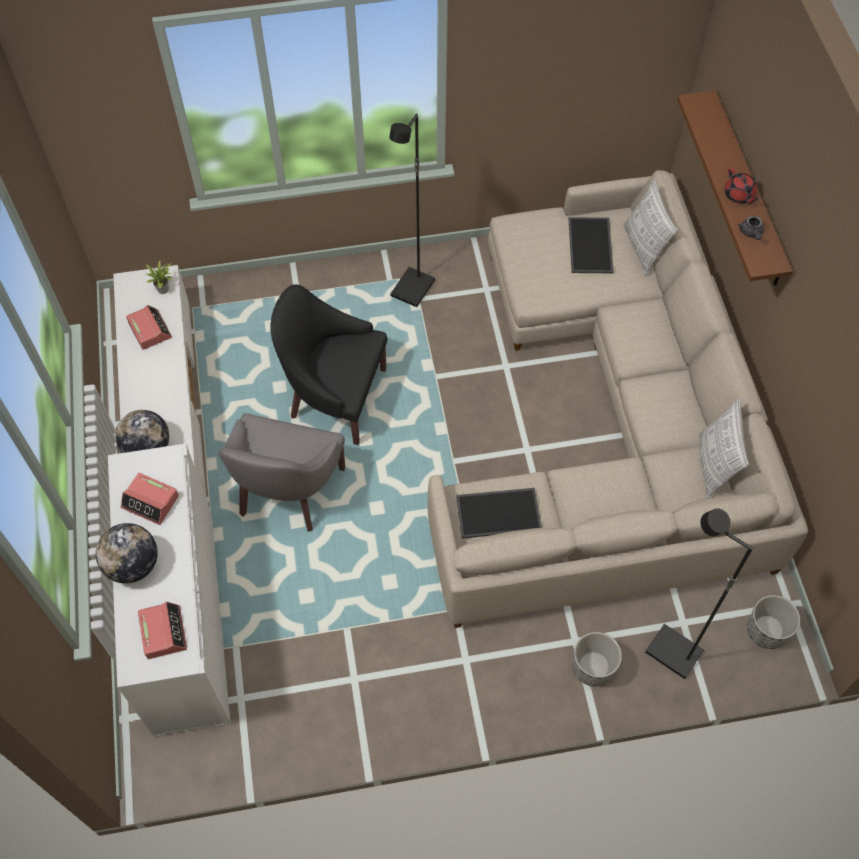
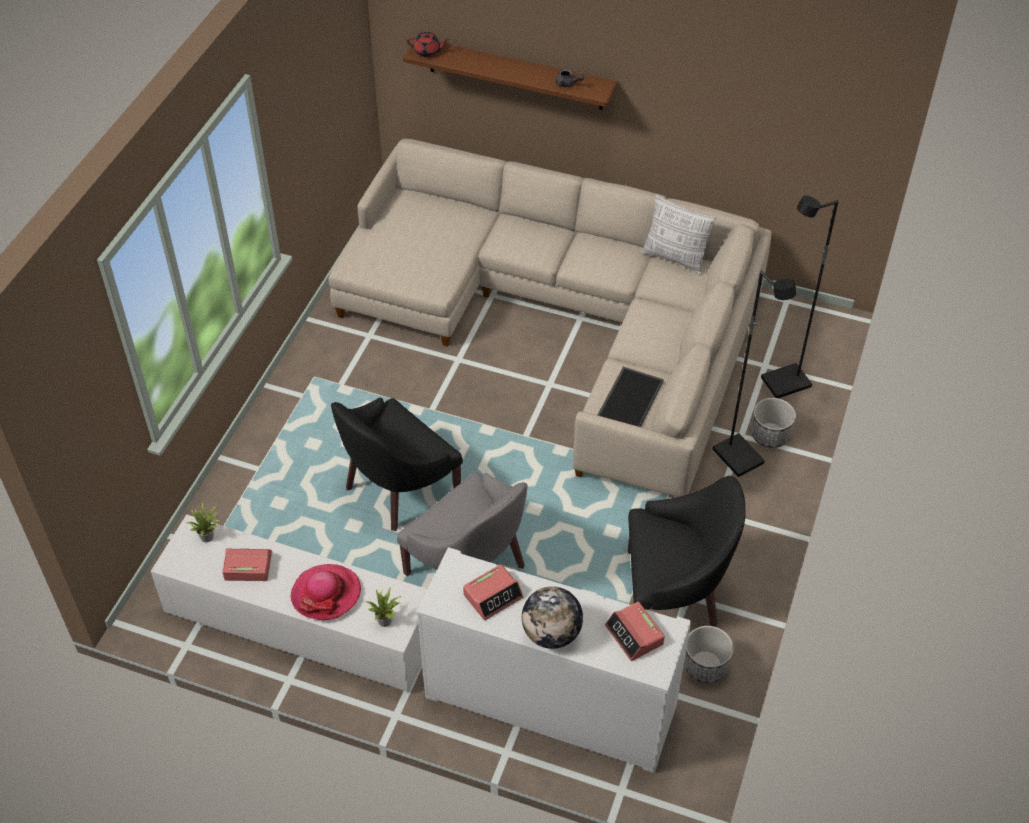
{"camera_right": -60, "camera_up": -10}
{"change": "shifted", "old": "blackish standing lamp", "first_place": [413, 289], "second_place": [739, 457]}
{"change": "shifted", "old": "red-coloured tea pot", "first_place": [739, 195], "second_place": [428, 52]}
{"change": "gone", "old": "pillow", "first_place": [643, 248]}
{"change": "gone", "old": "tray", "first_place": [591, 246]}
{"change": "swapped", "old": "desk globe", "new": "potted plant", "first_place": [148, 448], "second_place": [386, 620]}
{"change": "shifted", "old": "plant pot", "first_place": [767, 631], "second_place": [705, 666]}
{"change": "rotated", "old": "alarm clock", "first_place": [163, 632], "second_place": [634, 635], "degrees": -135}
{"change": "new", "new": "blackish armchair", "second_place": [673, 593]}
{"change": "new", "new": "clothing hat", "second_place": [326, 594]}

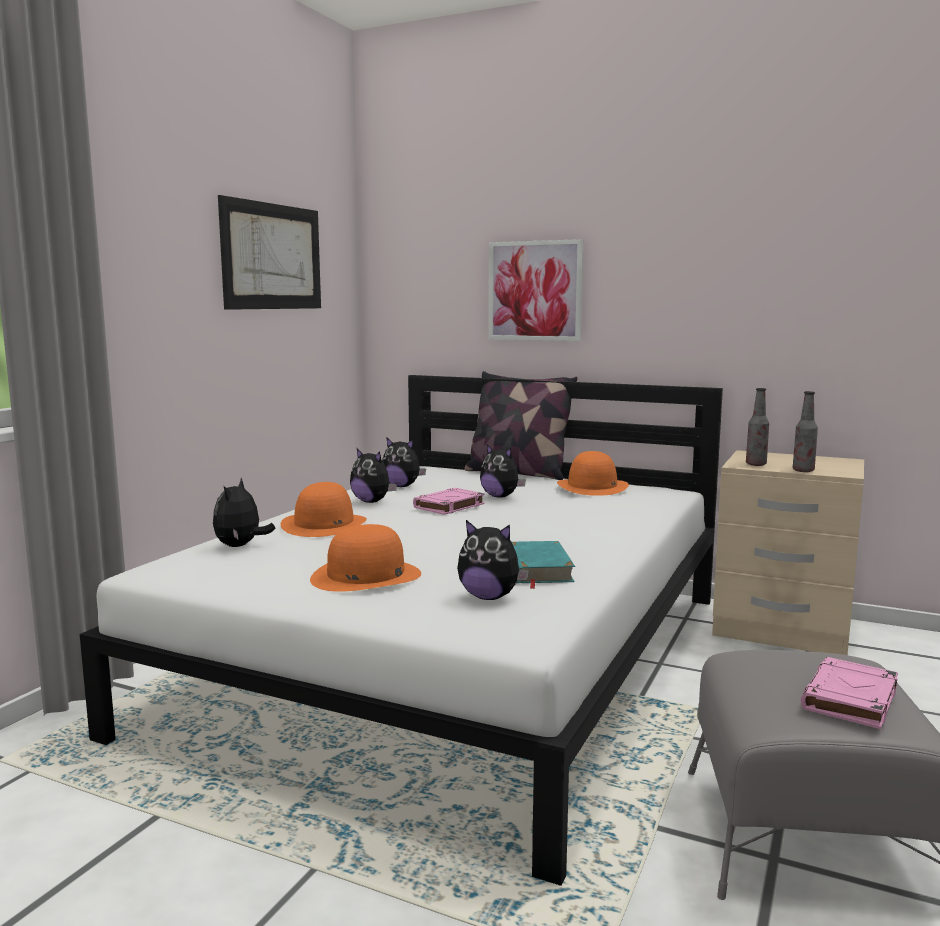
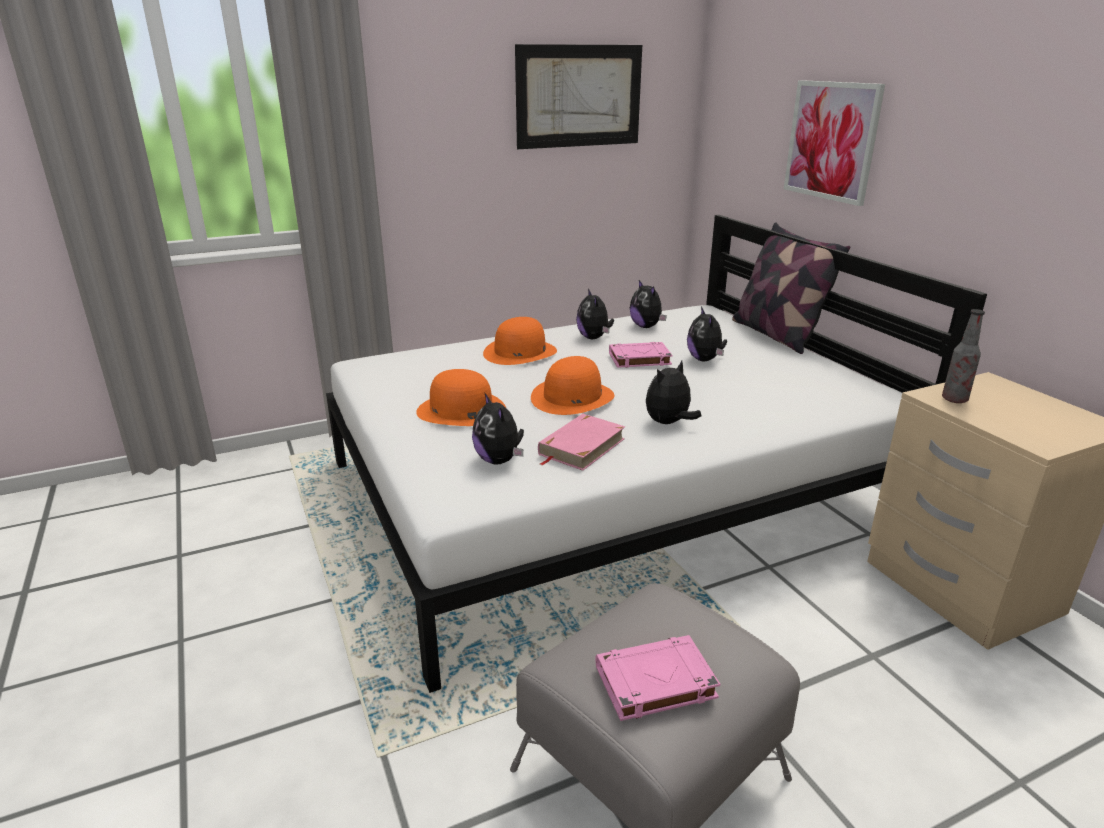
{"camera_right": 40, "camera_up": 15}
{"change": "gone", "old": "drink bottle", "first_place": [803, 470]}
{"change": "shifted", "old": "orange clothing hat", "first_place": [592, 487], "second_place": [572, 397]}
{"change": "shifted", "old": "cuddly toy", "first_place": [240, 546], "second_place": [669, 423]}
{"change": "repainted", "old": "turquoise volume", "new": "pink volume", "first_place": [536, 569], "second_place": [581, 447]}

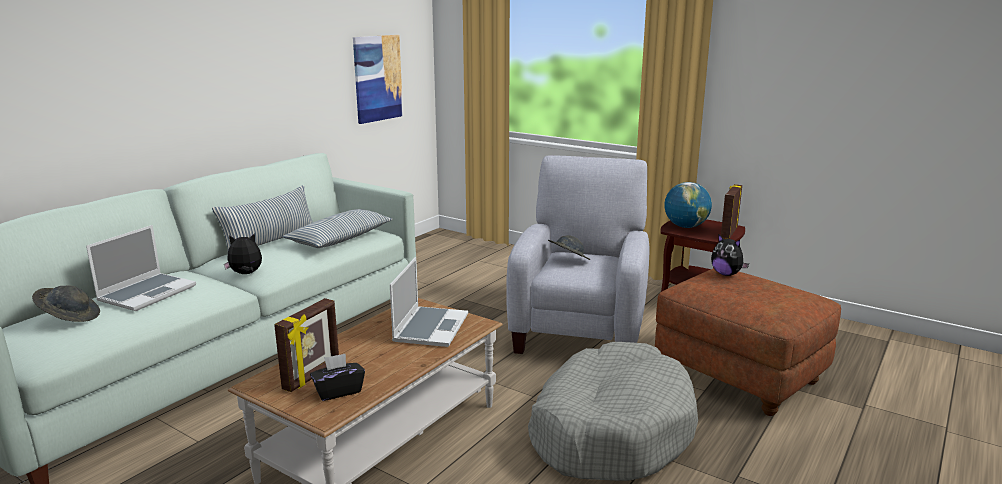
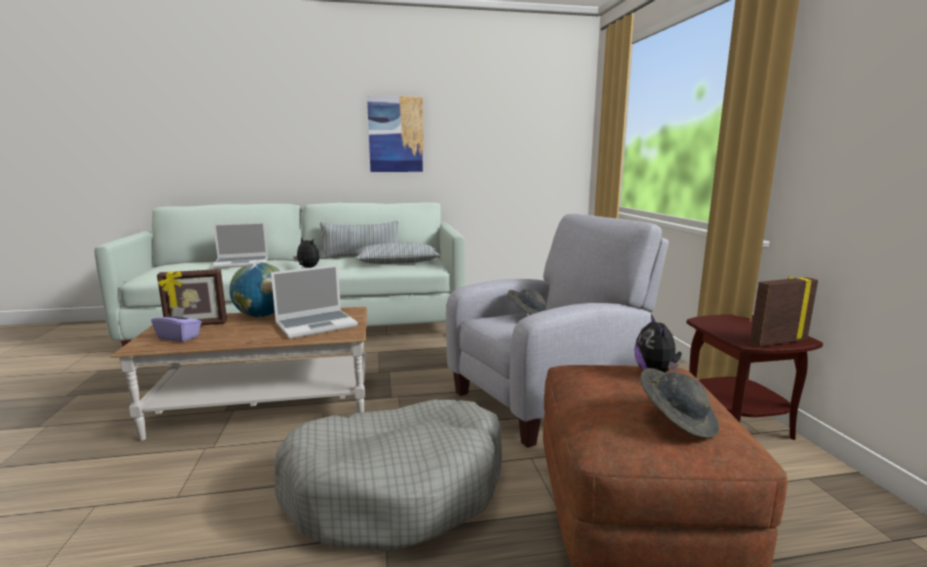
{"camera_right": 45, "camera_up": -5}
{"change": "shifted", "old": "wall art", "first_place": [377, 78], "second_place": [396, 134]}
{"change": "shifted", "old": "desk globe", "first_place": [685, 227], "second_place": [262, 316]}
{"change": "shifted", "old": "gray clothing hat", "first_place": [70, 317], "second_place": [677, 420]}
{"change": "repainted", "old": "blackish box of tissues", "new": "purplish box of tissues", "first_place": [338, 391], "second_place": [179, 337]}

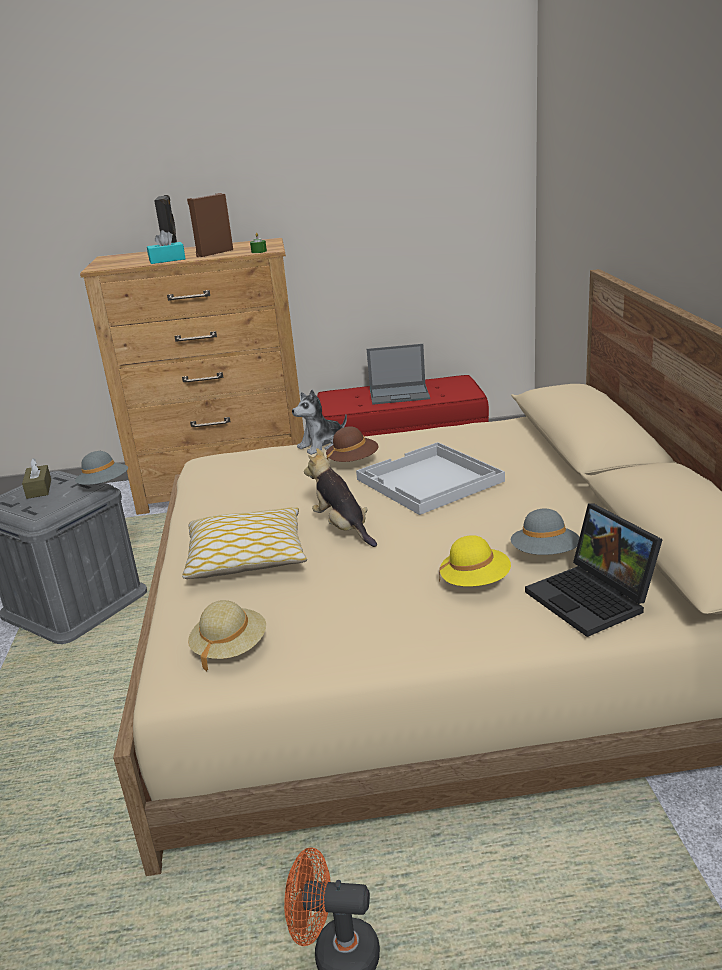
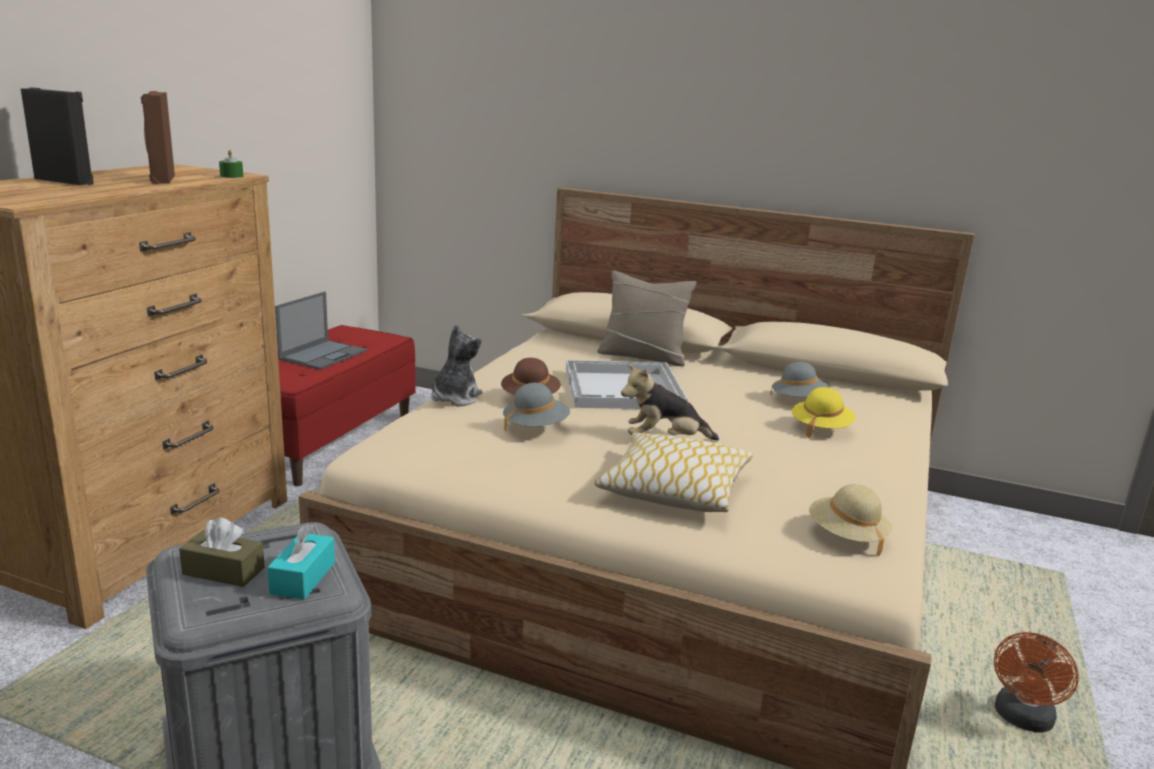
{"camera_right": -65, "camera_up": -5}
{"change": "shifted", "old": "turquoise box of tissues", "first_place": [167, 260], "second_place": [303, 578]}
{"change": "rotated", "old": "cuddly toy", "first_place": [322, 445], "second_place": [454, 398], "degrees": -150}
{"change": "shifted", "old": "gray clothing hat", "first_place": [104, 485], "second_place": [535, 427]}
{"change": "gone", "old": "portable computer", "first_place": [593, 599]}
{"change": "new", "new": "beige pillow", "second_place": [643, 356]}

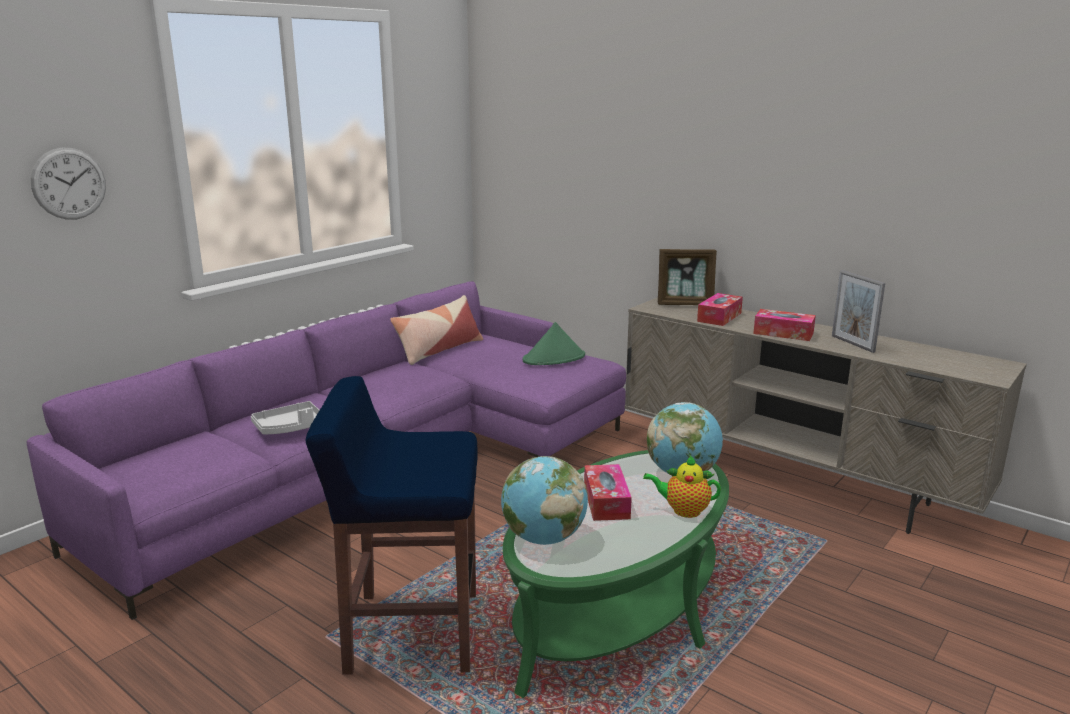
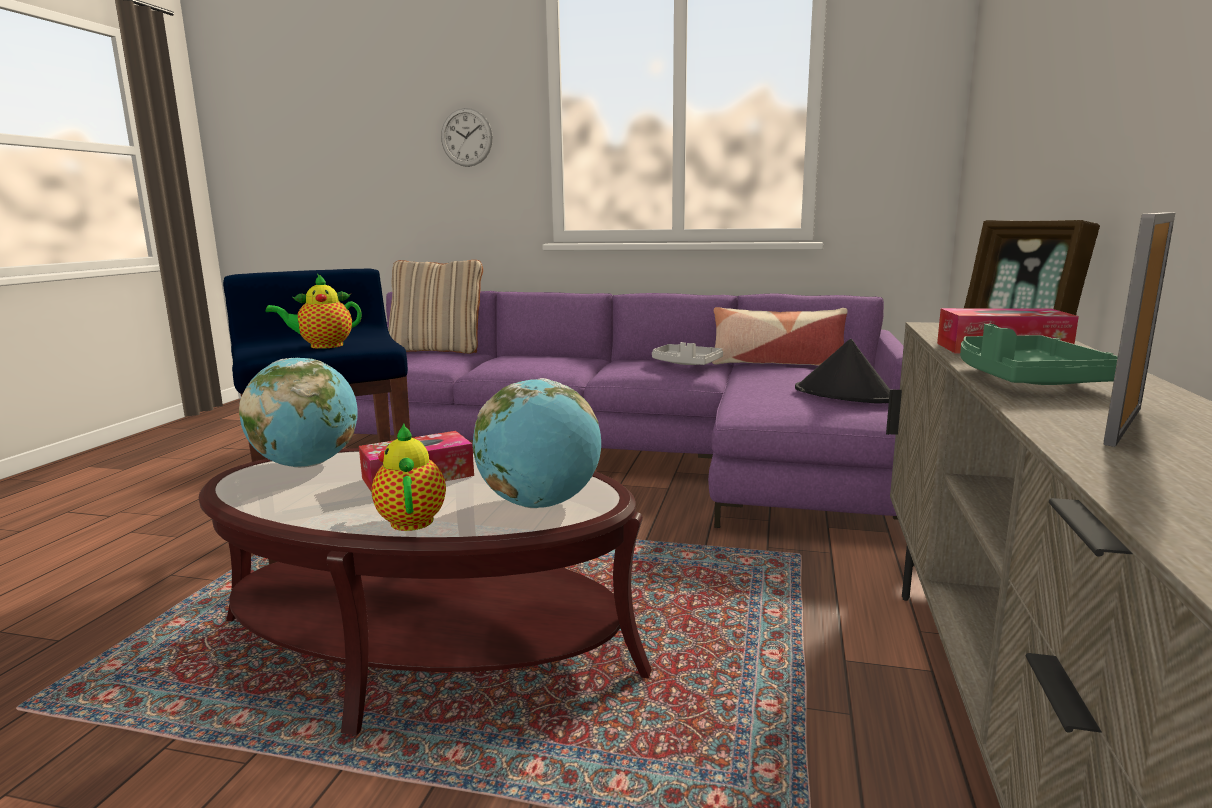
{"camera_right": 65, "camera_up": -5}
{"change": "swapped", "old": "box of tissues", "new": "green-coloured tray", "first_place": [783, 333], "second_place": [1025, 380]}
{"change": "repainted", "old": "green-coloured clothing hat", "new": "blackish clothing hat", "first_place": [554, 358], "second_place": [845, 395]}
{"change": "shifted", "old": "gray tray", "first_place": [290, 428], "second_place": [686, 364]}
{"change": "repainted", "old": "green-coloured low table", "new": "brown low table", "first_place": [618, 608], "second_place": [425, 645]}
{"change": "new", "new": "beige pillow", "second_place": [438, 350]}
{"change": "new", "new": "tea pot", "second_place": [322, 346]}

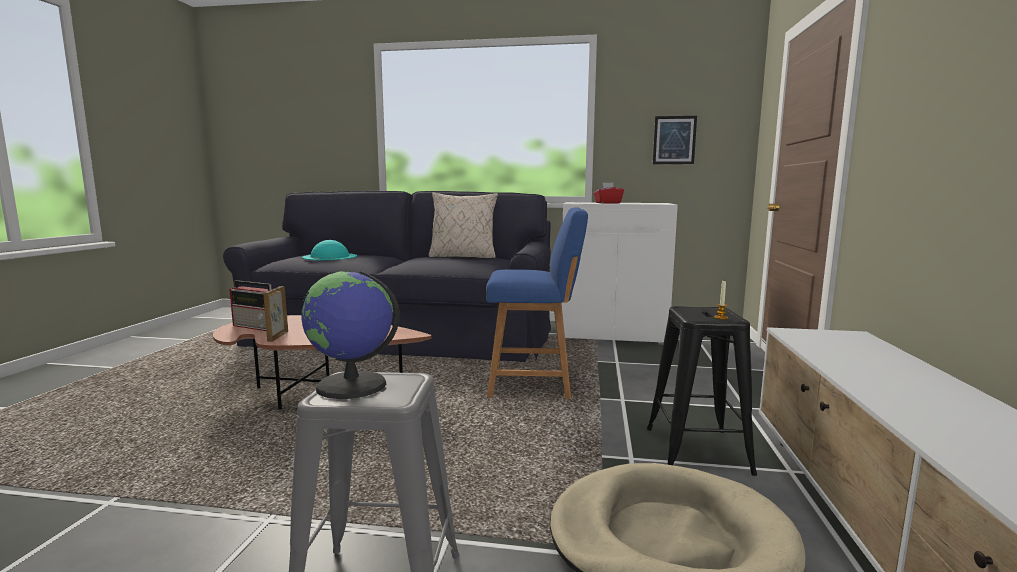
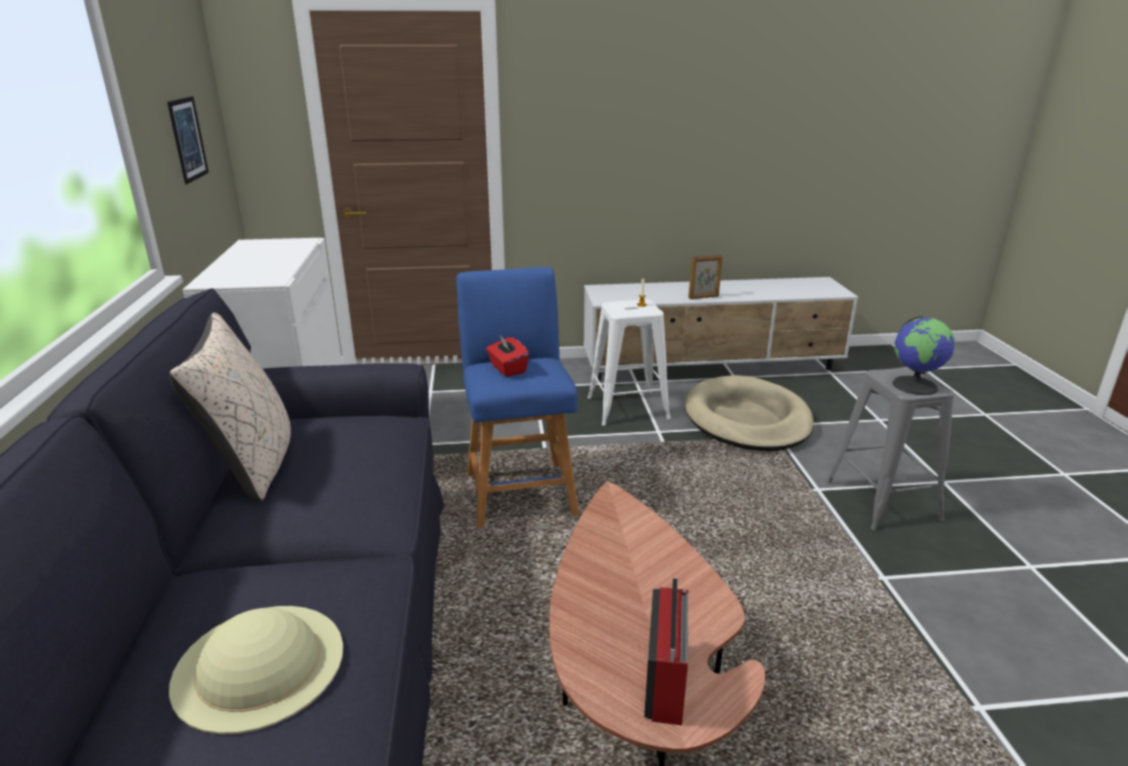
{"camera_right": -105, "camera_up": 15}
{"change": "shifted", "old": "red-coloured box of tissues", "first_place": [608, 203], "second_place": [507, 369]}
{"change": "repainted", "old": "turquoise clothing hat", "new": "beige clothing hat", "first_place": [330, 256], "second_place": [259, 665]}
{"change": "shifted", "old": "picture frame", "first_place": [277, 336], "second_place": [703, 297]}
{"change": "repainted", "old": "blackish sitting stool", "new": "whitish sitting stool", "first_place": [696, 450], "second_place": [627, 408]}

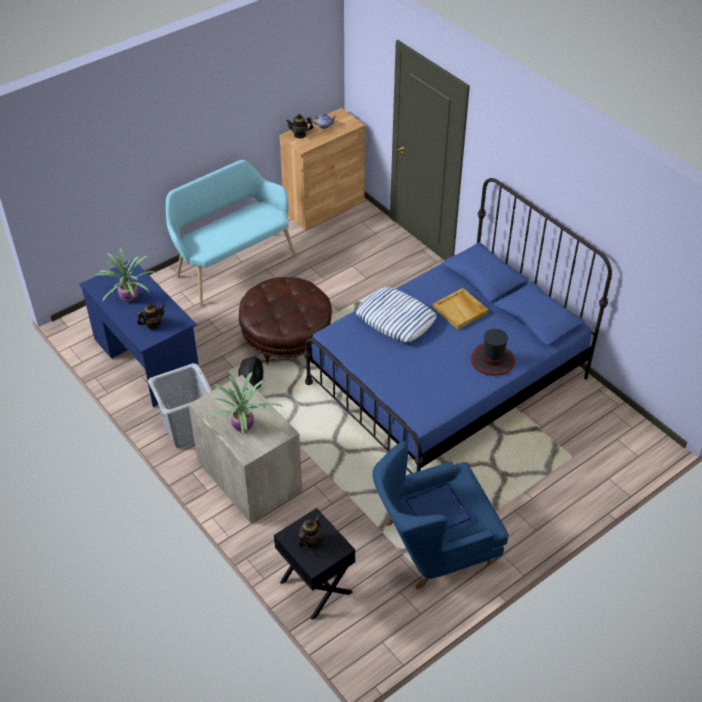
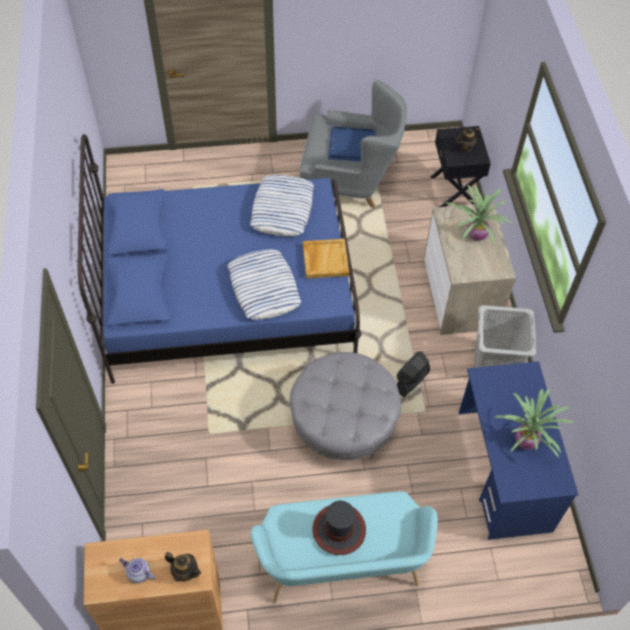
{"camera_right": -150, "camera_up": 10}
{"change": "repainted", "old": "brown footrest", "new": "gray footrest", "first_place": [286, 338], "second_place": [343, 422]}
{"change": "shifted", "old": "beige tray", "first_place": [460, 310], "second_place": [325, 259]}
{"change": "gone", "old": "tea pot", "first_place": [153, 324]}
{"change": "shifted", "old": "clothing hat", "first_place": [492, 360], "second_place": [339, 529]}
{"change": "repainted", "old": "bluish armchair", "new": "gray armchair", "first_place": [433, 544], "second_place": [350, 178]}
{"change": "new", "new": "pillow", "second_place": [282, 209]}

